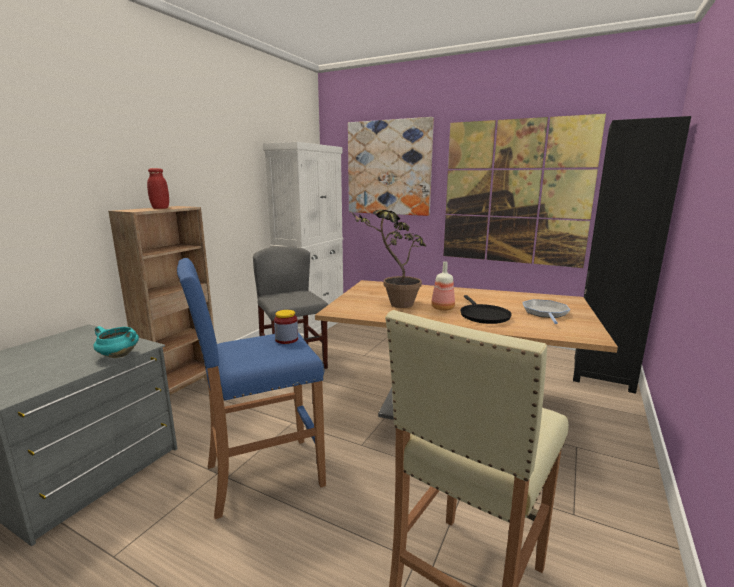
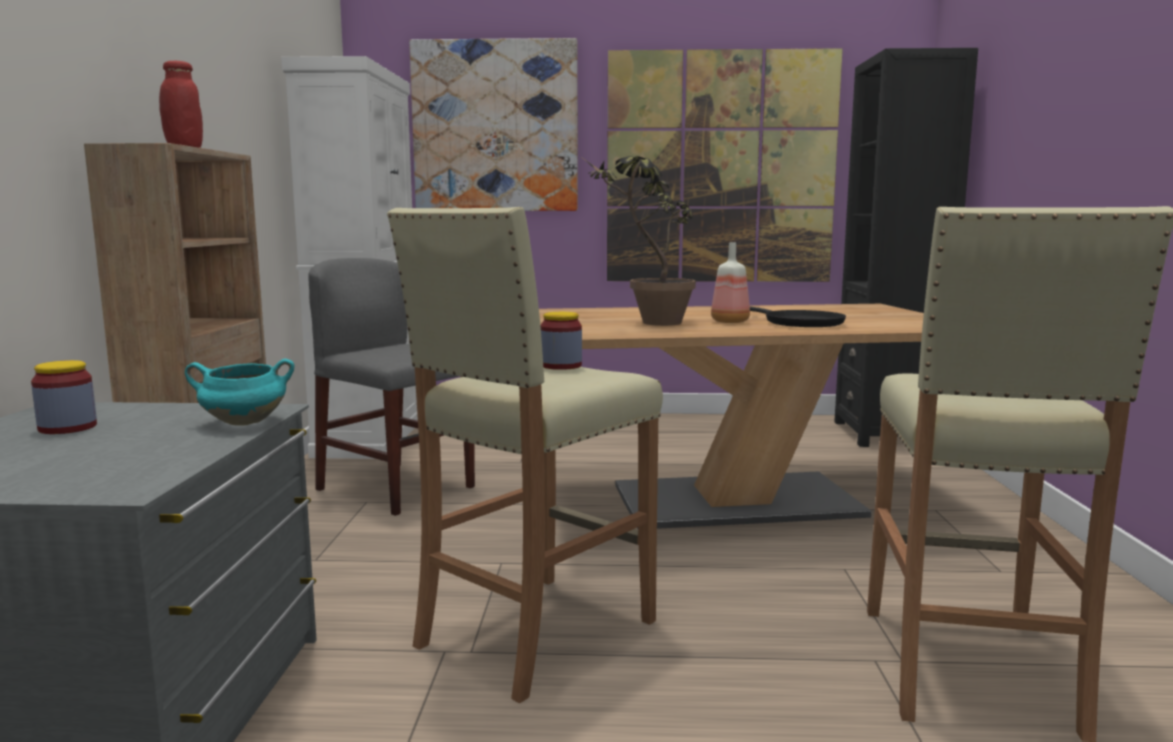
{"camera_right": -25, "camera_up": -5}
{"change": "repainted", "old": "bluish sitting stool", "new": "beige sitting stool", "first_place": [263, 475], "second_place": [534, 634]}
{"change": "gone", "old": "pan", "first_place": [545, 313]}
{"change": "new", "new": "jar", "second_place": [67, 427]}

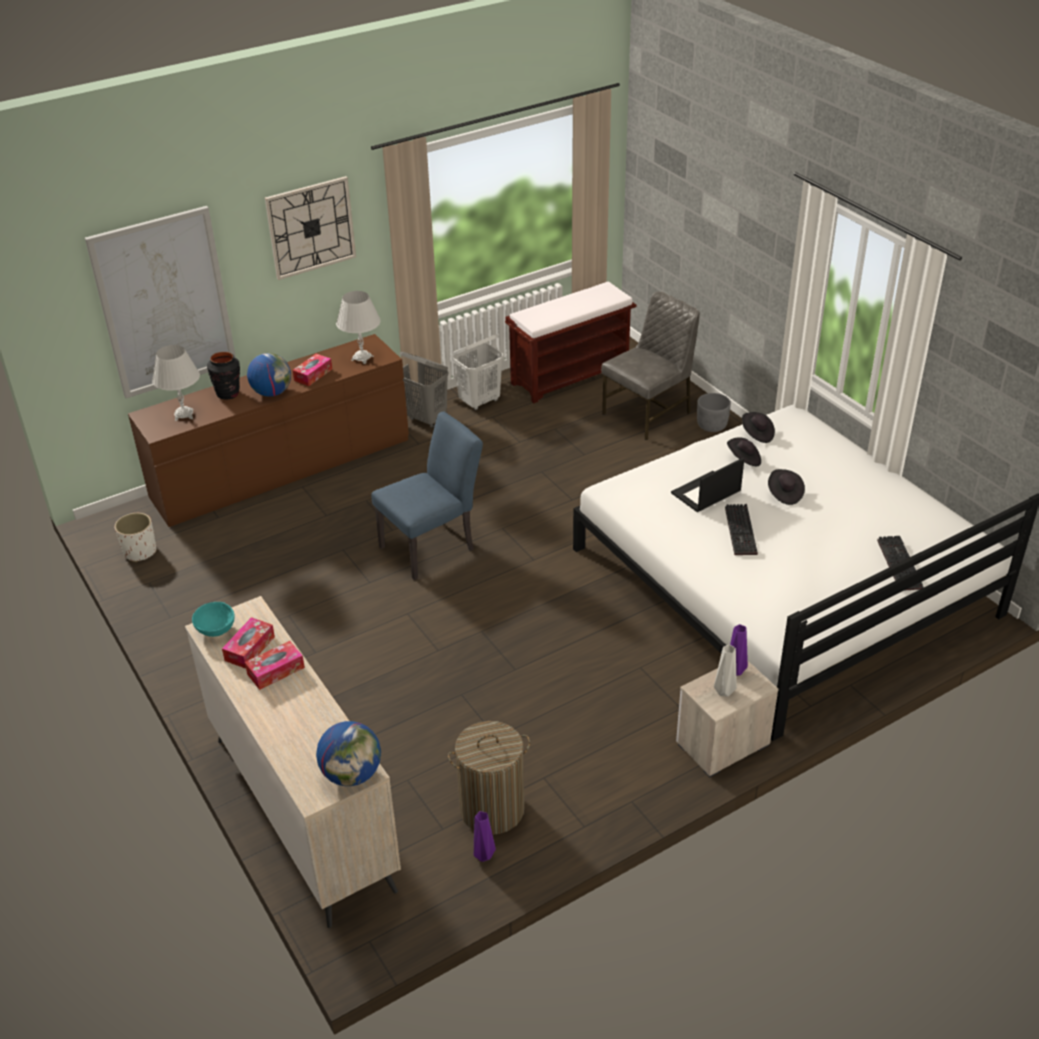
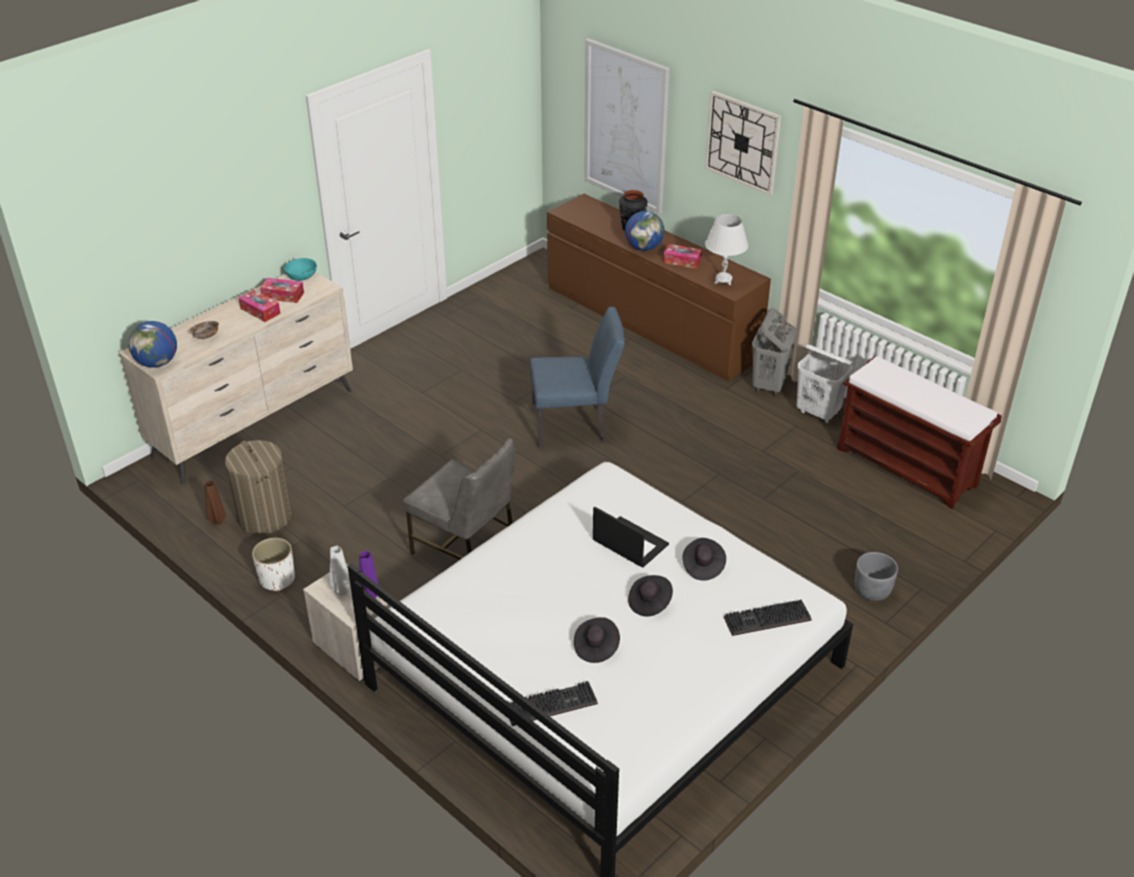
{"camera_right": 75, "camera_up": 0}
{"change": "shifted", "old": "gray upright chair", "first_place": [648, 414], "second_place": [465, 549]}
{"change": "gone", "old": "whitish table lamp", "first_place": [184, 415]}
{"change": "rotated", "old": "bluish upright chair", "first_place": [433, 546], "second_place": [576, 426], "degrees": -45}
{"change": "shifted", "old": "blackish clothing hat", "first_place": [757, 434], "second_place": [596, 647]}
{"change": "shifted", "old": "PC keyboard", "first_place": [742, 532], "second_place": [766, 620]}
{"change": "shifted", "old": "whitish plant pot", "first_place": [140, 551], "second_place": [277, 579]}
{"change": "repainted", "old": "purplish decorative vase", "new": "brown decorative vase", "first_place": [484, 855], "second_place": [218, 521]}
{"change": "new", "new": "brown bowl", "second_place": [206, 336]}

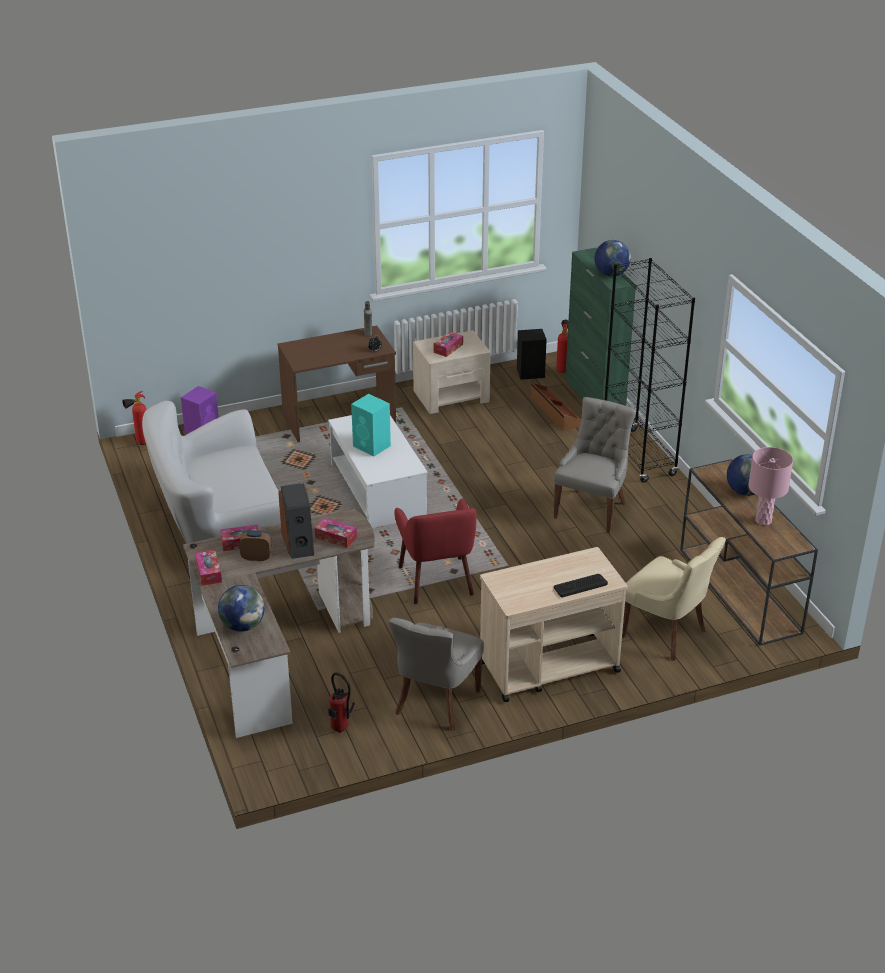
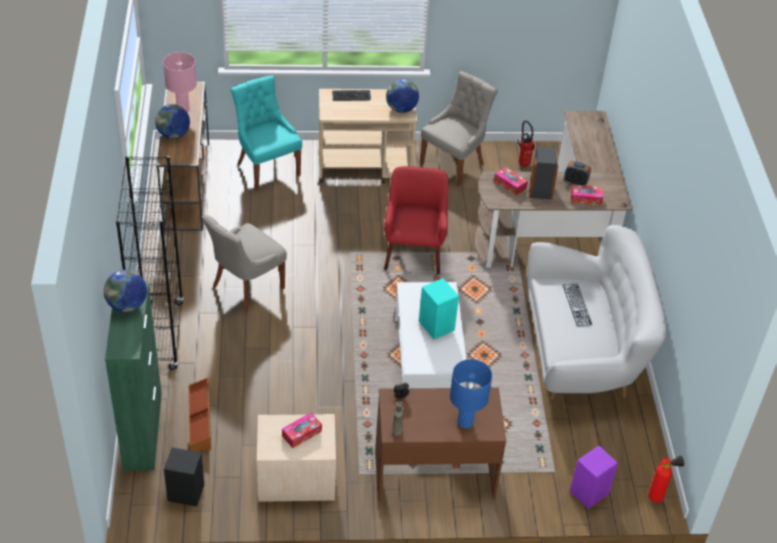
{"camera_right": -165, "camera_up": 10}
{"change": "gone", "old": "extinguisher", "first_place": [562, 369]}
{"change": "repainted", "old": "beige upright chair", "new": "turquoise upright chair", "first_place": [666, 634], "second_place": [266, 169]}
{"change": "gone", "old": "box of tissues", "first_place": [209, 572]}
{"change": "shifted", "old": "desk globe", "first_place": [243, 625], "second_place": [401, 109]}
{"change": "new", "new": "PC keyboard", "second_place": [577, 304]}
{"change": "new", "new": "bluish table lamp", "second_place": [465, 422]}

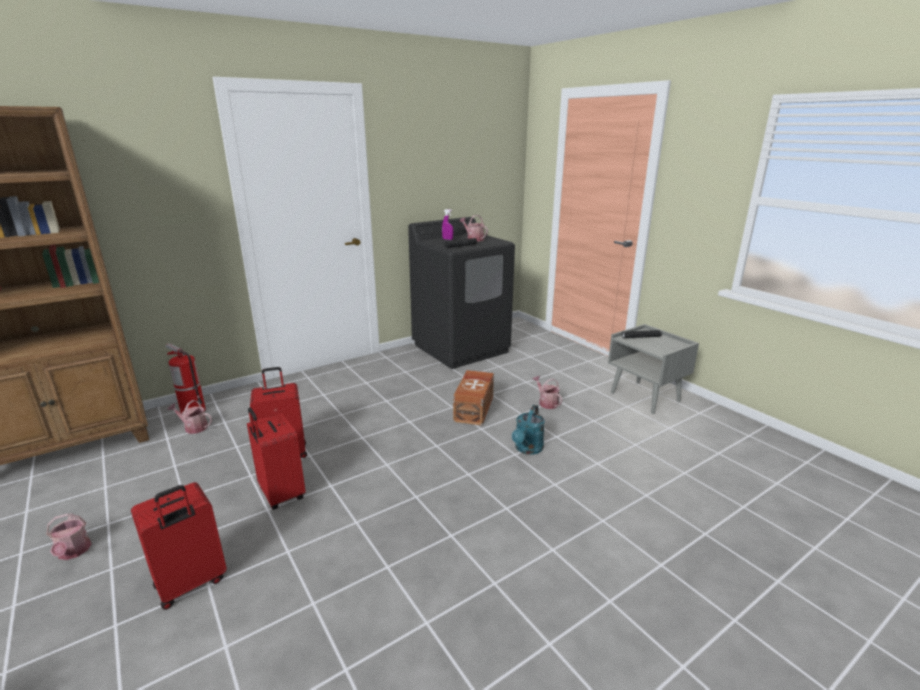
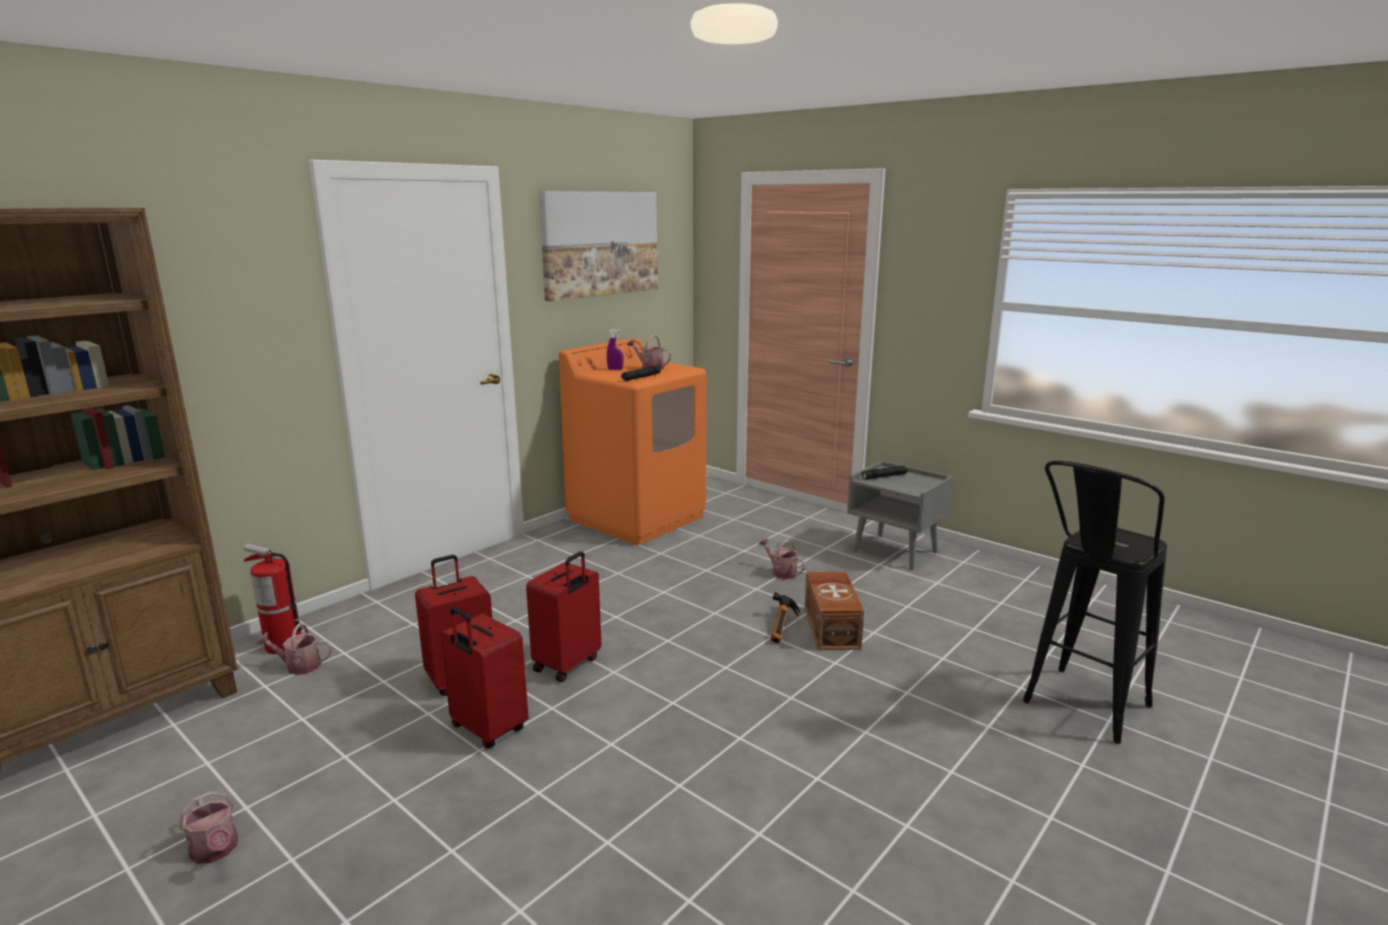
{"camera_right": -15, "camera_up": -5}
{"change": "repainted", "old": "blackish washing machine", "new": "orange washing machine", "first_place": [461, 348], "second_place": [637, 518]}
{"change": "shifted", "old": "brown storage bin", "first_place": [475, 408], "second_place": [832, 627]}
{"change": "swapped", "old": "turquoise sprinkling can", "new": "hand hammer", "first_place": [527, 449], "second_place": [784, 629]}
{"change": "shifted", "old": "red-coloured piece of luggage", "first_place": [191, 584], "second_place": [568, 665]}
{"change": "new", "new": "wall art", "second_place": [600, 243]}
{"change": "new", "new": "blackish sitting stool", "second_place": [1078, 712]}

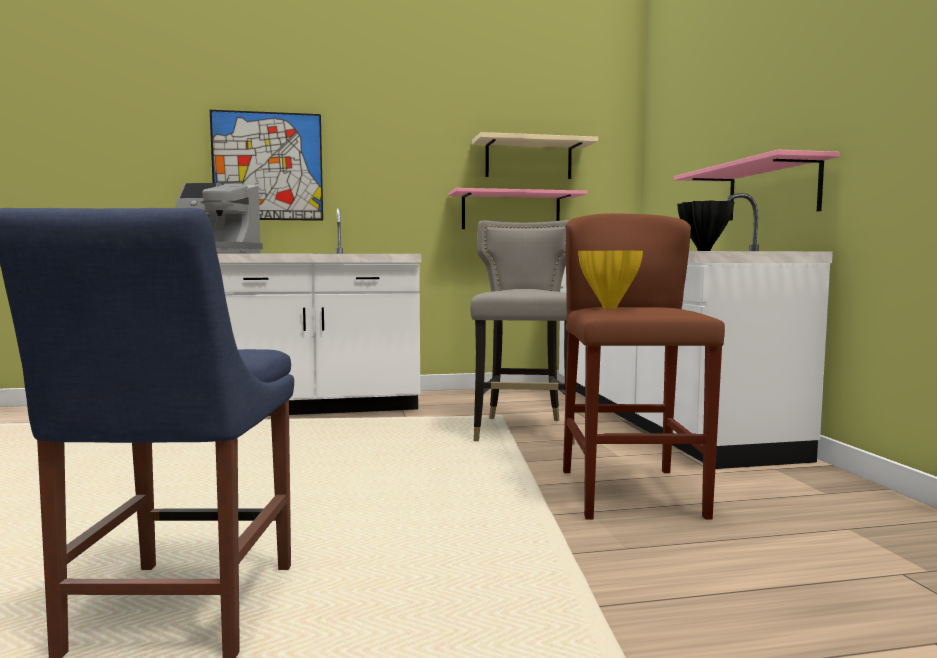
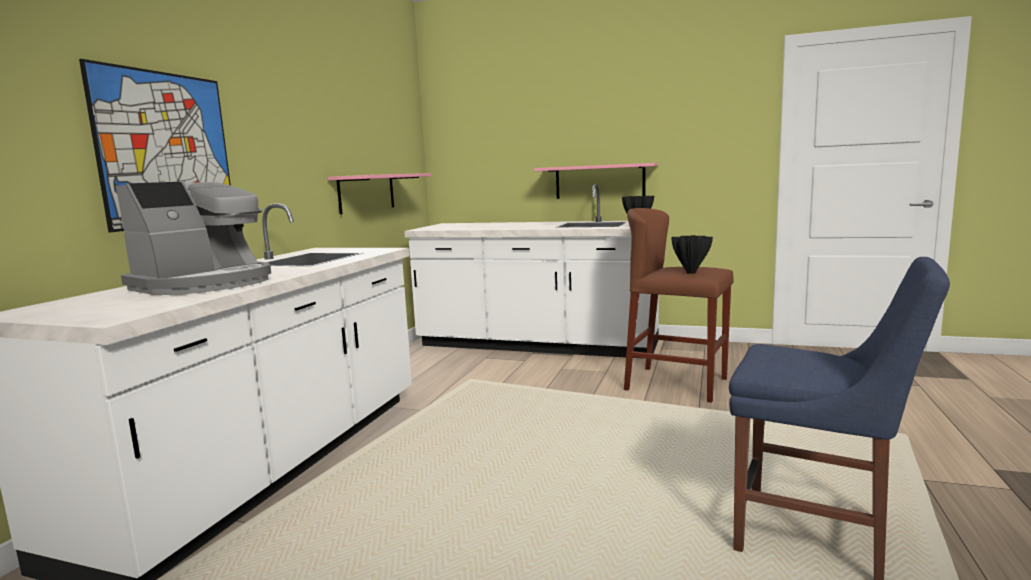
{"camera_right": -60, "camera_up": 5}
{"change": "gone", "old": "beige bracket shelf", "first_place": [528, 159]}
{"change": "gone", "old": "gray sitting stool", "first_place": [524, 431]}
{"change": "repainted", "old": "yellowish decorative vase", "new": "blackish decorative vase", "first_place": [611, 308], "second_place": [691, 272]}

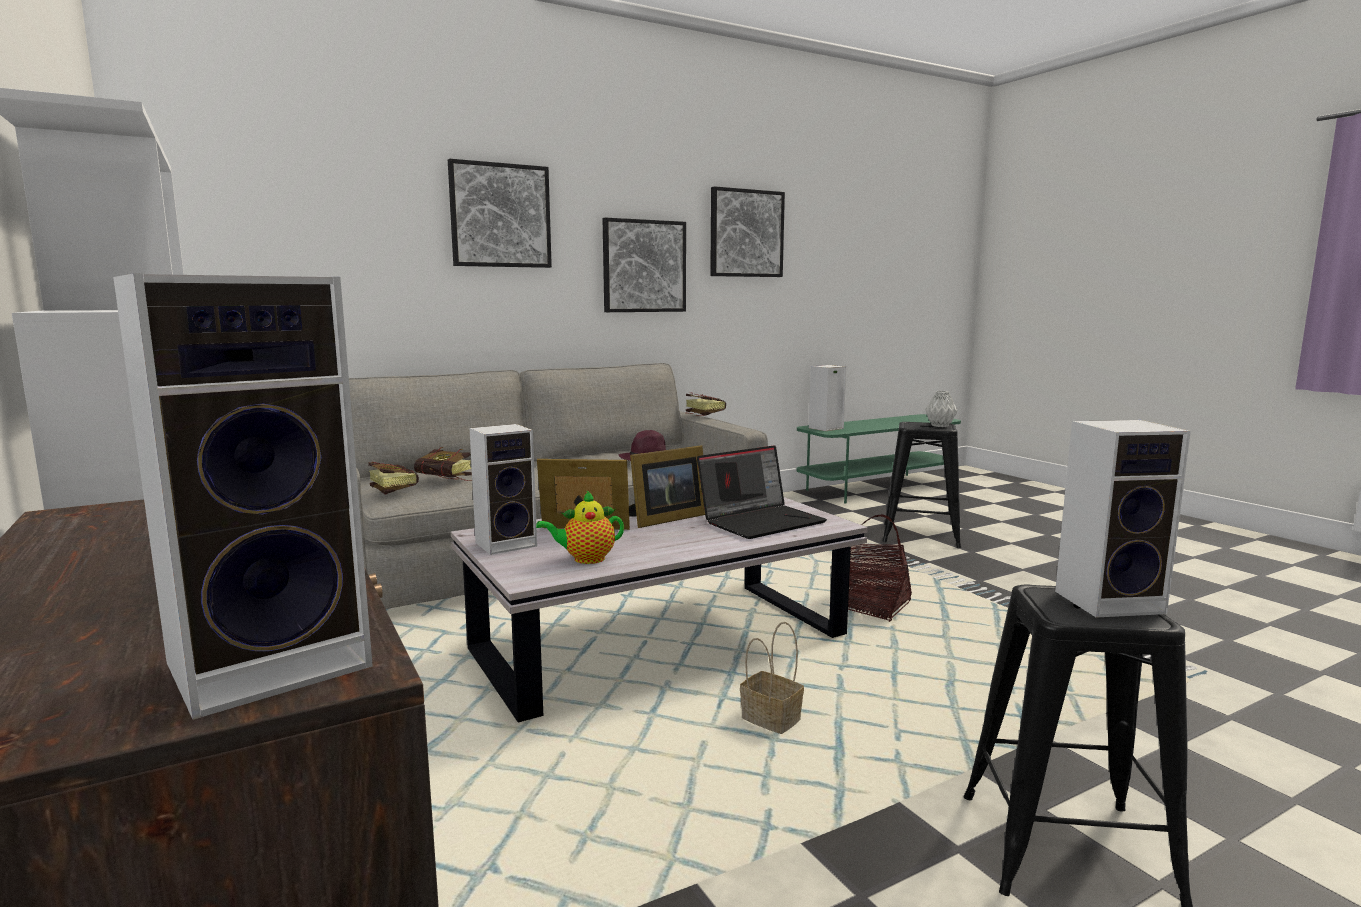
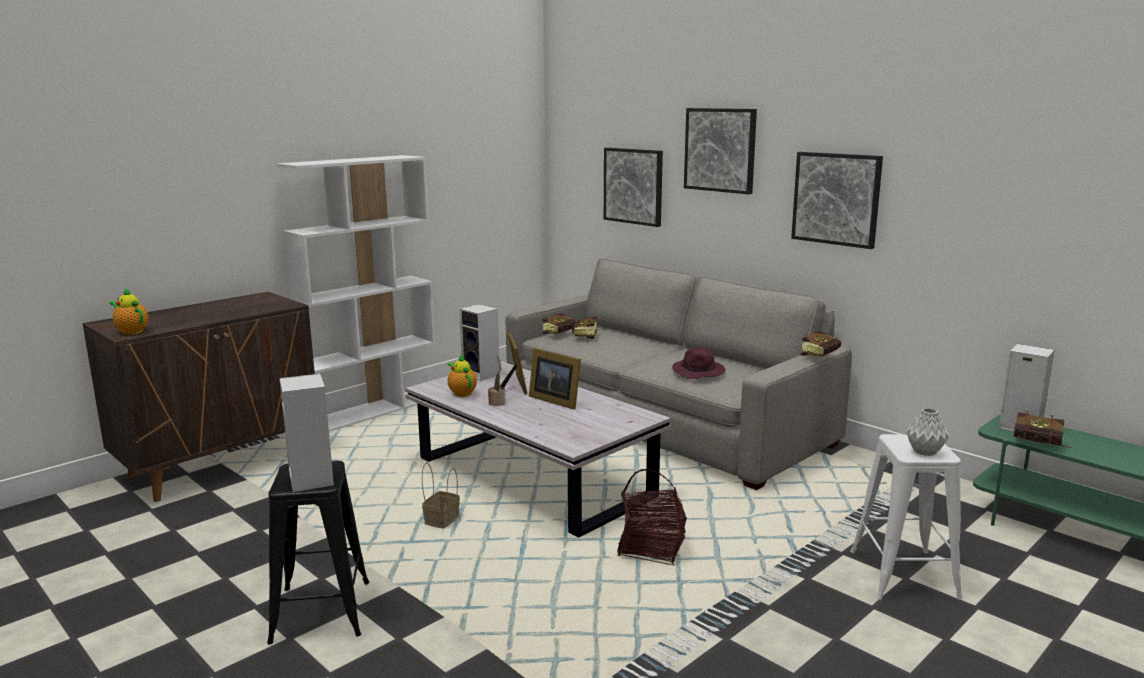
{"camera_right": 75, "camera_up": 5}
{"change": "shifted", "old": "wall art", "first_place": [746, 233], "second_place": [633, 186]}
{"change": "swapped", "old": "loudspeaker", "new": "tea pot", "first_place": [276, 660], "second_place": [131, 331]}
{"change": "repainted", "old": "blackish sitting stool", "new": "whitish sitting stool", "first_place": [920, 535], "second_place": [903, 573]}
{"change": "gone", "old": "portable computer", "first_place": [761, 521]}
{"change": "new", "new": "potted plant", "second_place": [497, 402]}
{"change": "new", "new": "volume", "second_place": [1042, 445]}

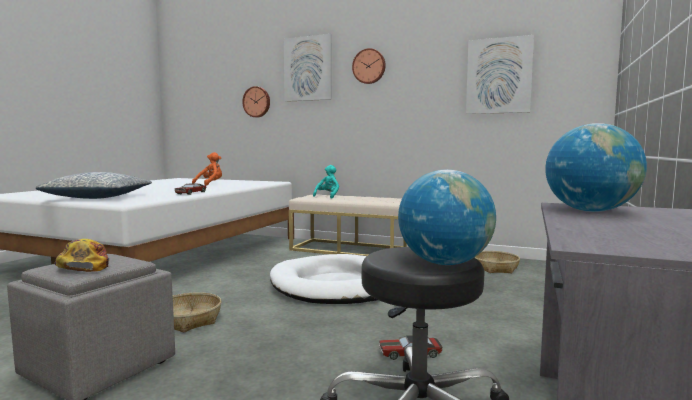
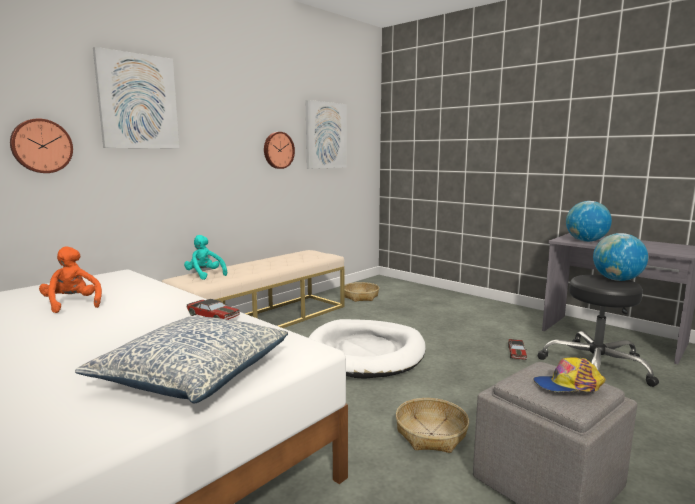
{"camera_right": -70, "camera_up": 5}
{"change": "shifted", "old": "wall clock", "first_place": [369, 66], "second_place": [278, 150]}

